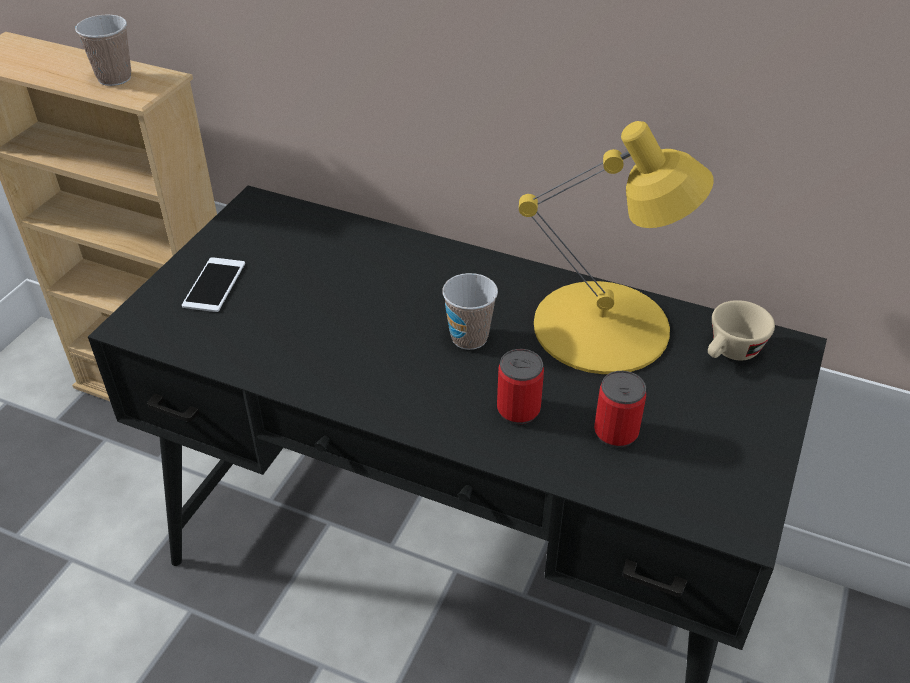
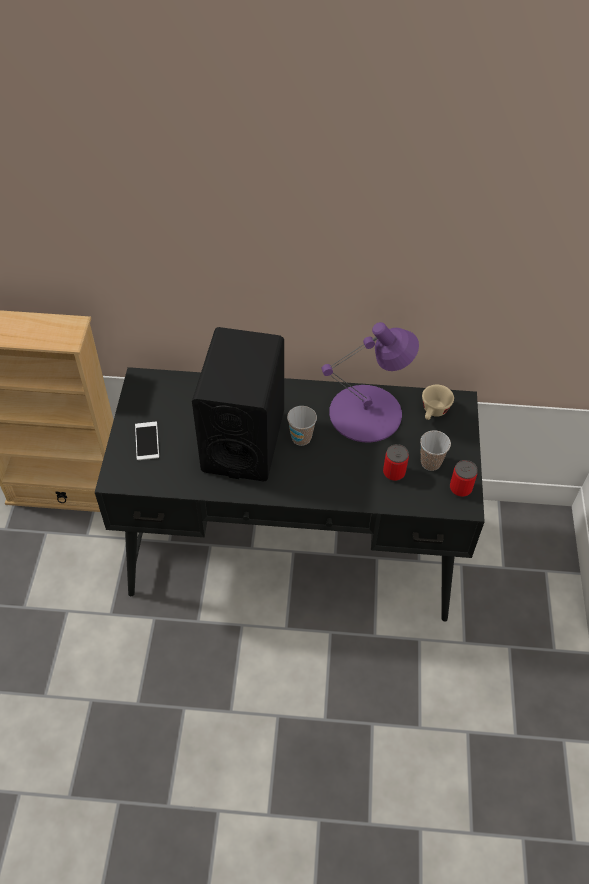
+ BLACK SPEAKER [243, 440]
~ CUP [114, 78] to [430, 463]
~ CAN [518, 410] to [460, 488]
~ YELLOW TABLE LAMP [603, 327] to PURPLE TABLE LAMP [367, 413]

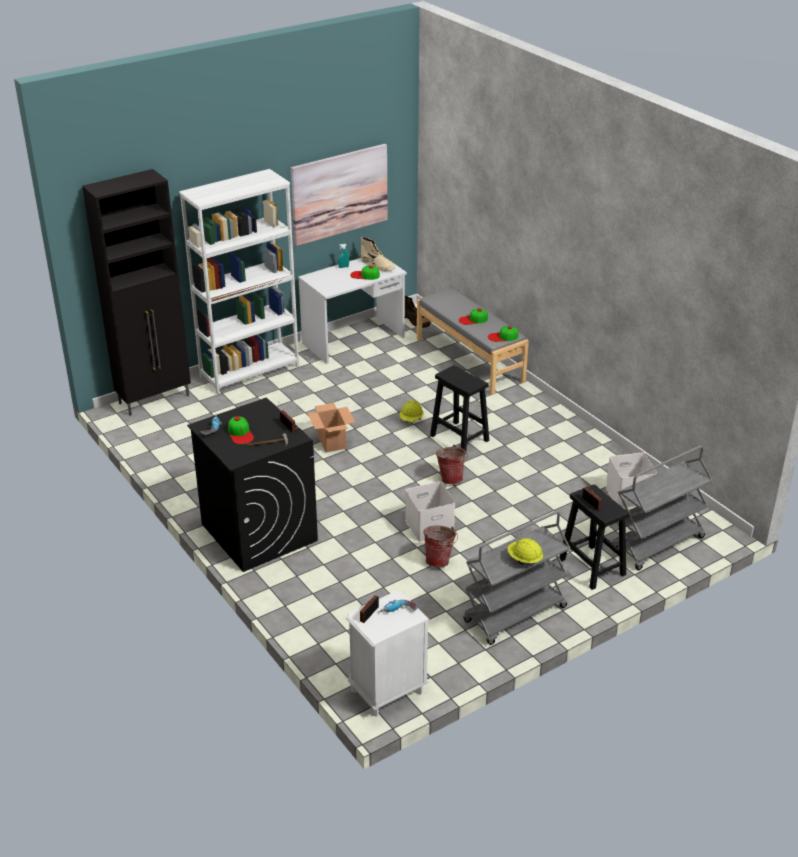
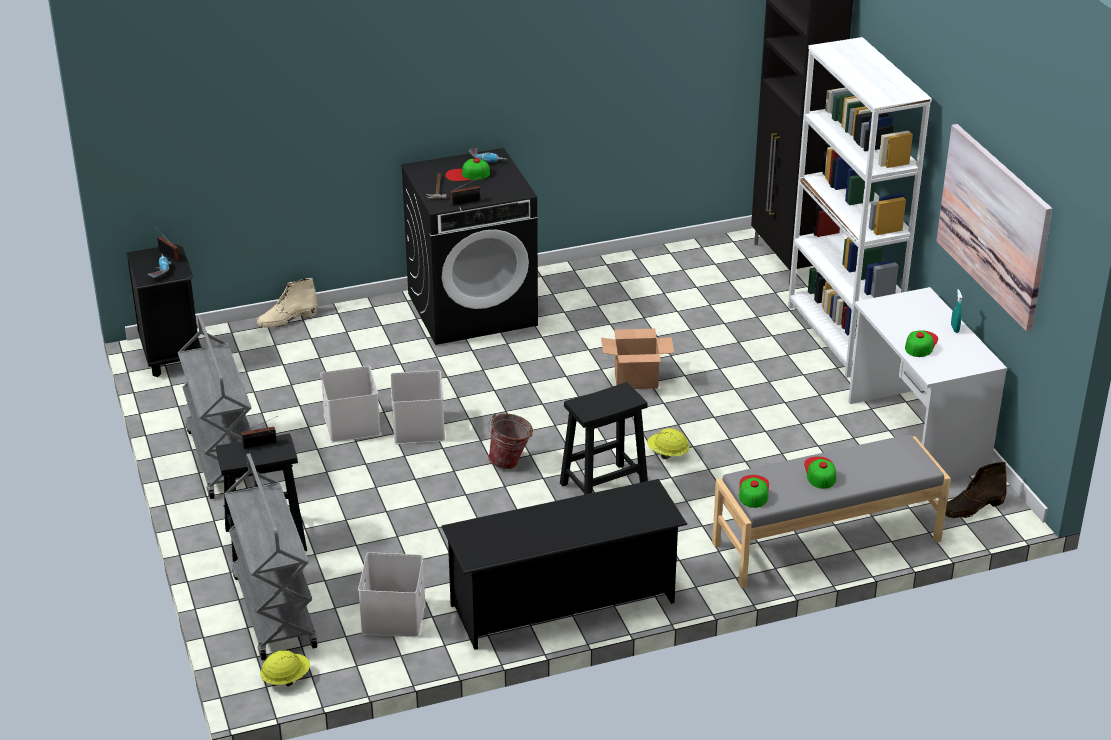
+ BLACK SHOE RACK [564, 603]
~ BEIGE BOOT [377, 265] to [287, 319]
~ YELLOW HARD HAT [524, 559] to [286, 678]
~ BUCKET [439, 560] to WHITE STORAGE BOX [350, 424]
~ WHITE NIGHTSTAND [386, 691] to BLACK NIGHTSTAND [172, 356]

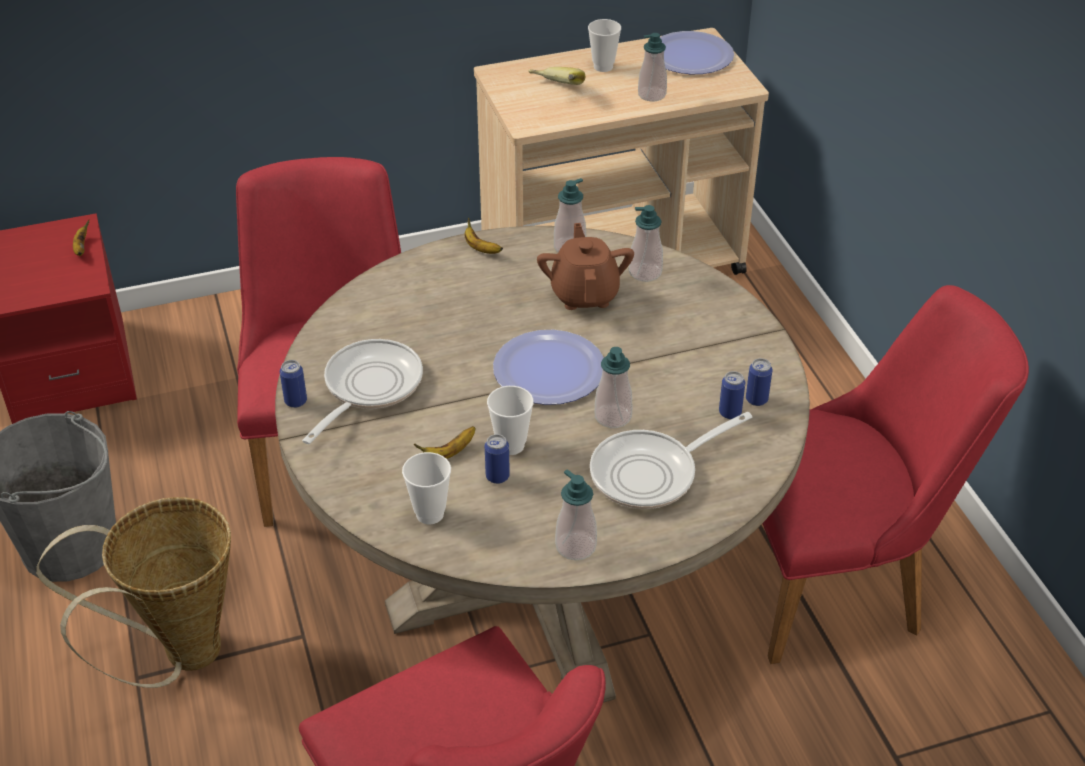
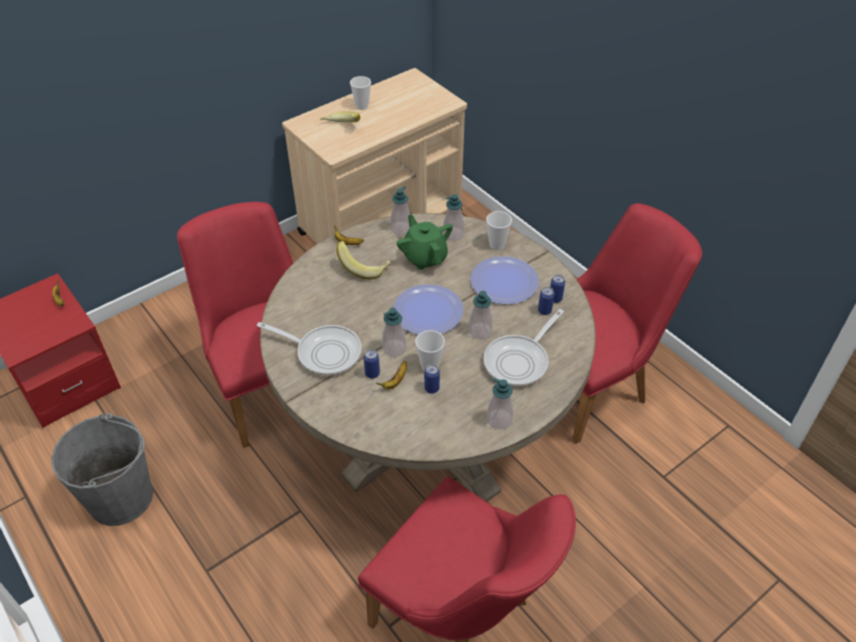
- BASKET [179, 656]
+ BANANA [364, 268]
~ CAN [295, 401] to [372, 373]
~ CUP [430, 514] to [497, 245]
~ SOAP DISPENSER [652, 95] to [394, 348]
~ PLATE [691, 55] to [504, 281]
~ BROWN TEAPOT [584, 294] to GREEN TEAPOT [425, 257]
~ FRYING PAN [368, 388] = [324, 352] 105 degrees clockwise

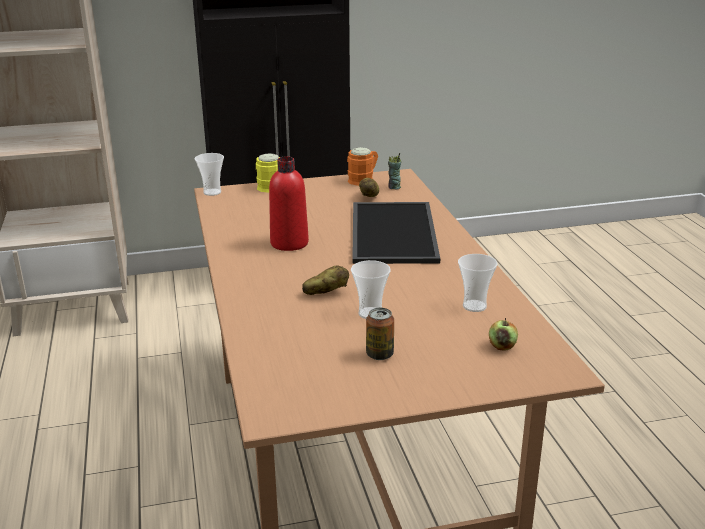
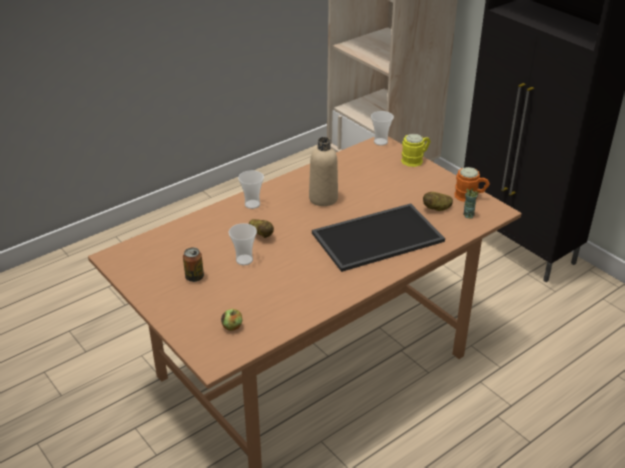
~ CUP [474, 306] to [252, 204]
~ RED BOTTLE [289, 243] to BEIGE BOTTLE [323, 198]

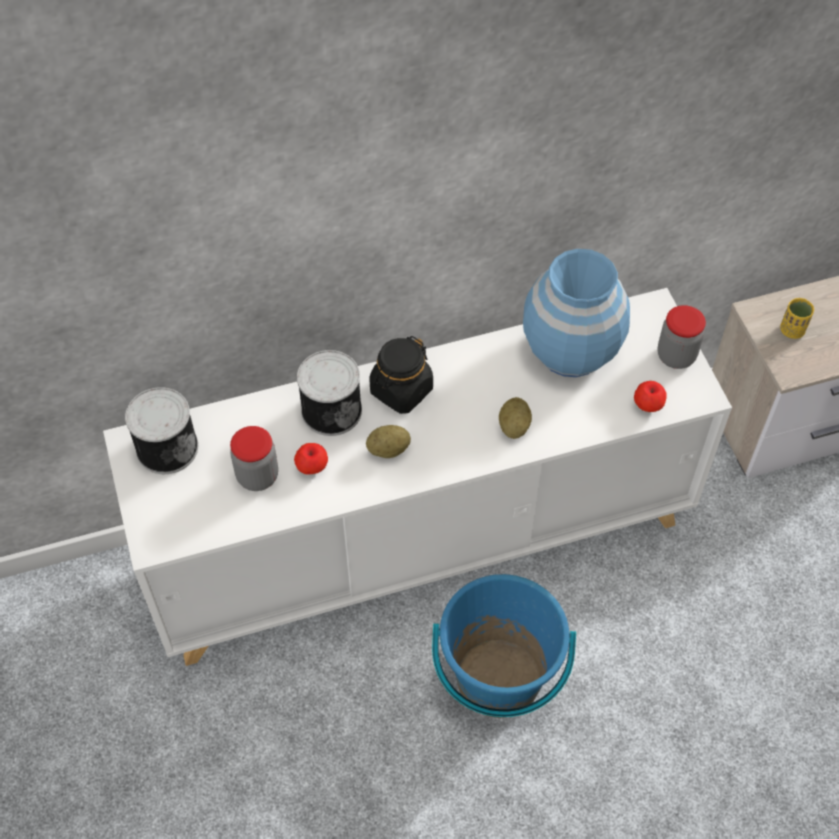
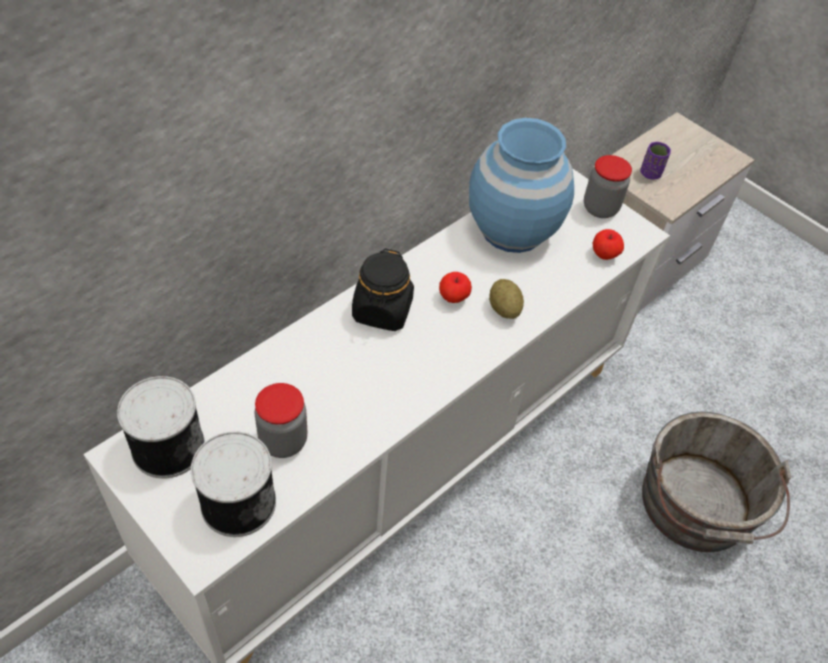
- POTATO [388, 450]
- BLUE BUCKET [498, 680]
+ GREY BUCKET [696, 508]
~ APPLE [312, 467] to [453, 298]
~ CAN [331, 409] to [237, 501]
~ YELLOW CUP [792, 330] to PURPLE CUP [650, 174]

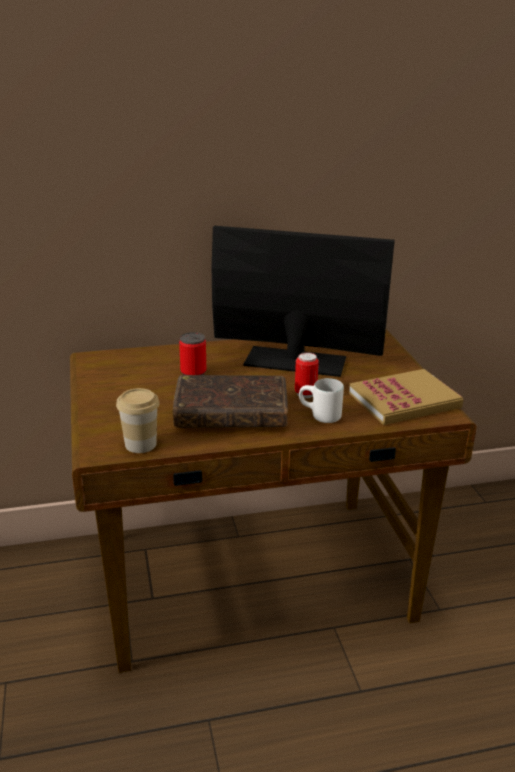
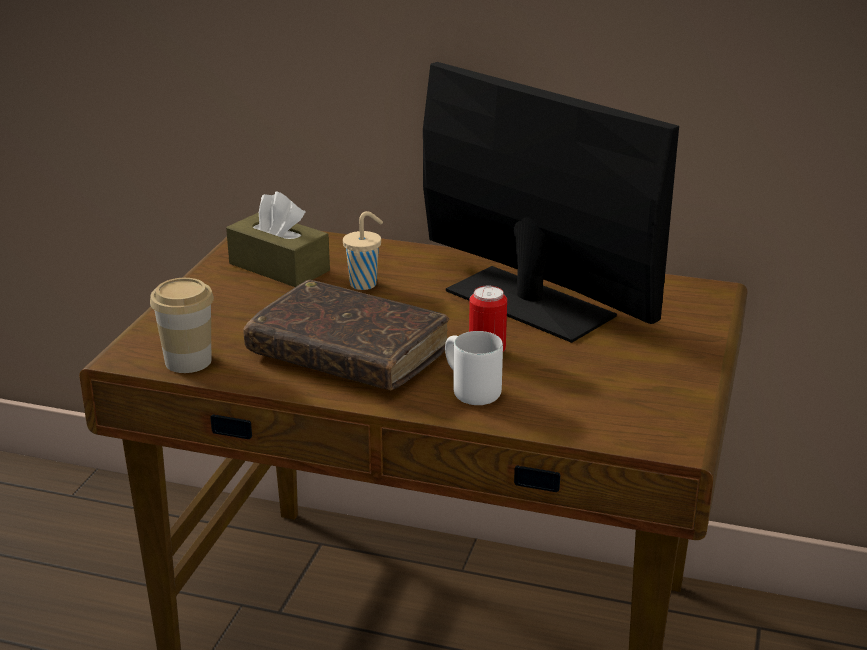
- BOOK [404, 401]
+ BROWN TISSUE BOX [279, 267]
~ CAN [193, 372] to BEIGE CUP [365, 284]

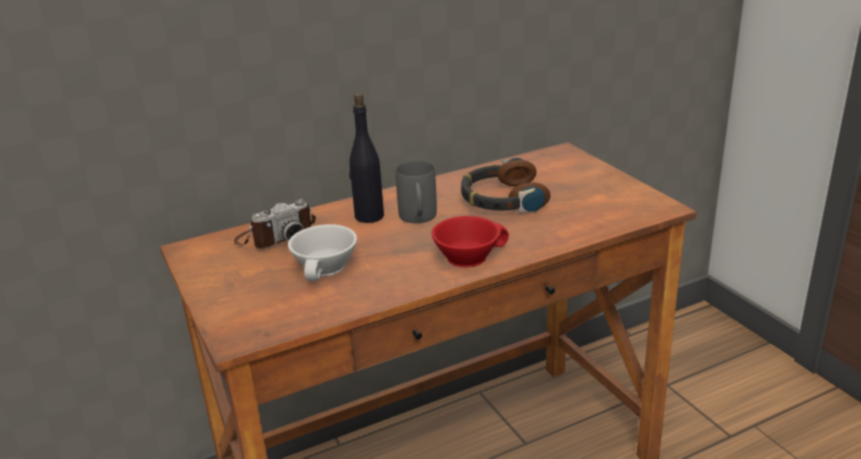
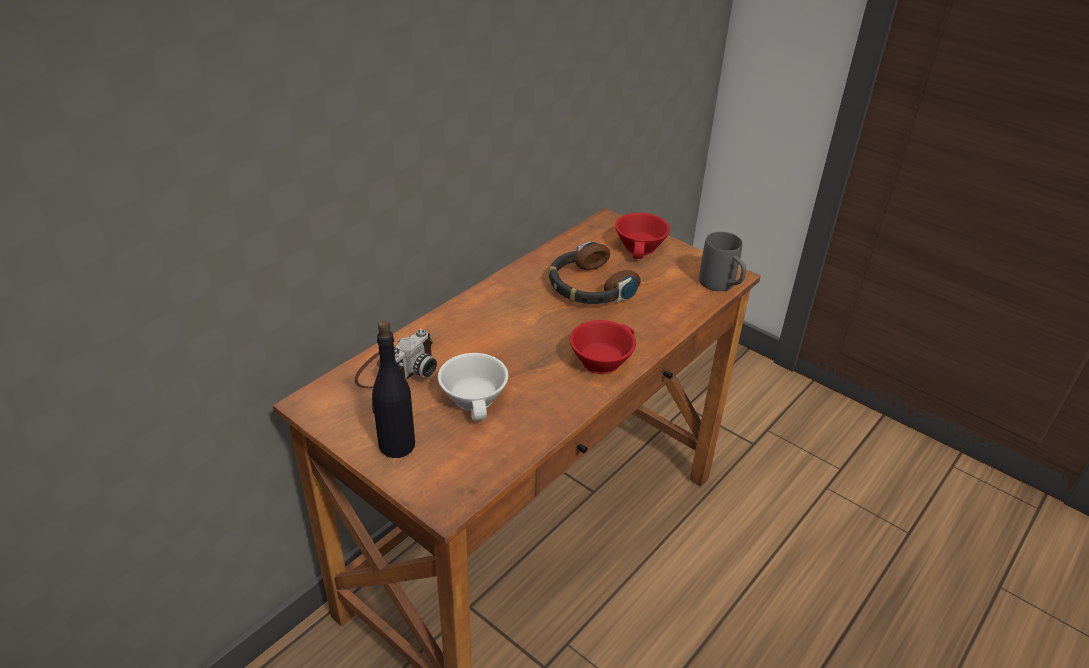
+ RED CUP [642, 247]
~ BLACK BOTTLE [369, 216] to [396, 445]
~ GREY MUG [418, 219] to [722, 286]

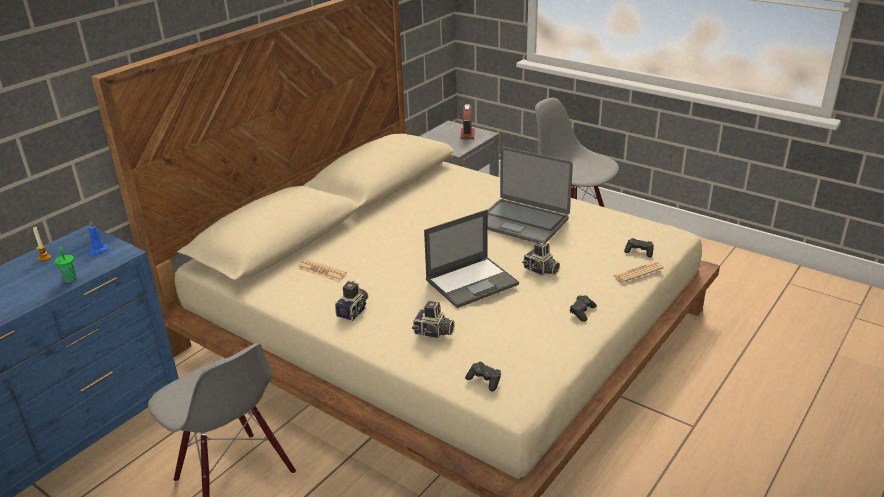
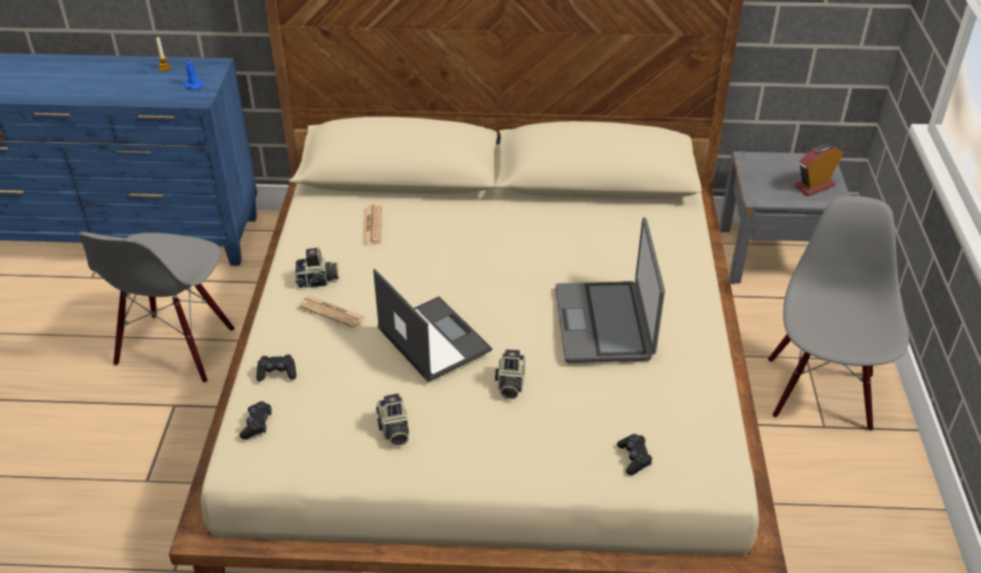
- GREEN CUP [70, 279]
~ PHOTO CAMERA [433, 333] to [393, 430]
~ BLACK GAME CONTROLLER [582, 312] to [277, 372]
~ NEWSPAPER [638, 272] to [332, 312]
~ LAPTOP [472, 282] = [432, 338] 150 degrees counterclockwise

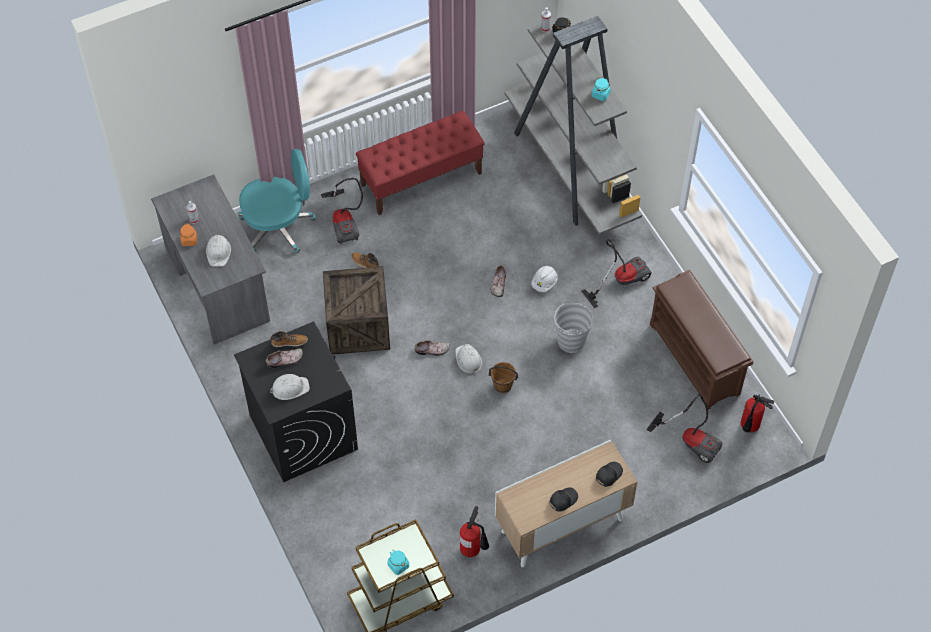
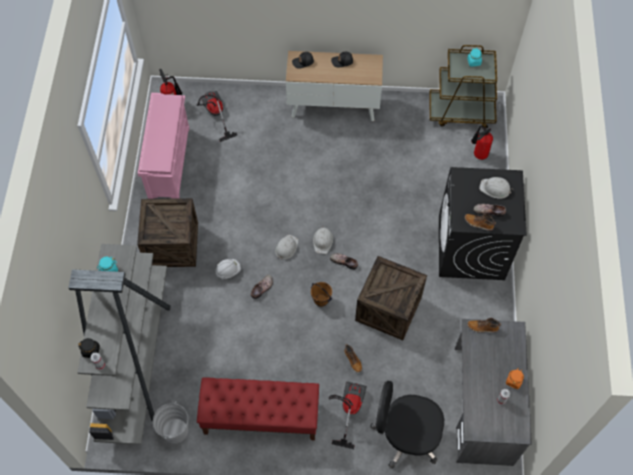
+ BOOT [482, 327]
~ WHITE HARD HAT [218, 252] to [286, 247]
~ FIRE EXTINGUISHER [473, 549] to [478, 153]
~ BROWN BUCKET [503, 385] to [321, 300]
~ GREY BUCKET [570, 341] to [176, 431]
~ VACUUM CLEANER [620, 280] to CRATE [172, 244]
~ TURQUOISE OFFICE CHAIR [279, 227] to BLACK OFFICE CHAIR [406, 435]
~ BROWN SHOE RACK [695, 359] to PINK SHOE RACK [169, 162]

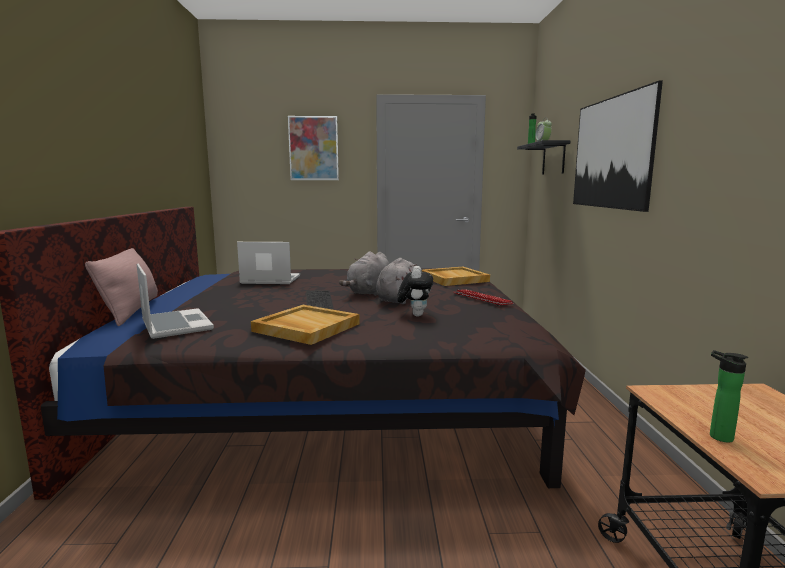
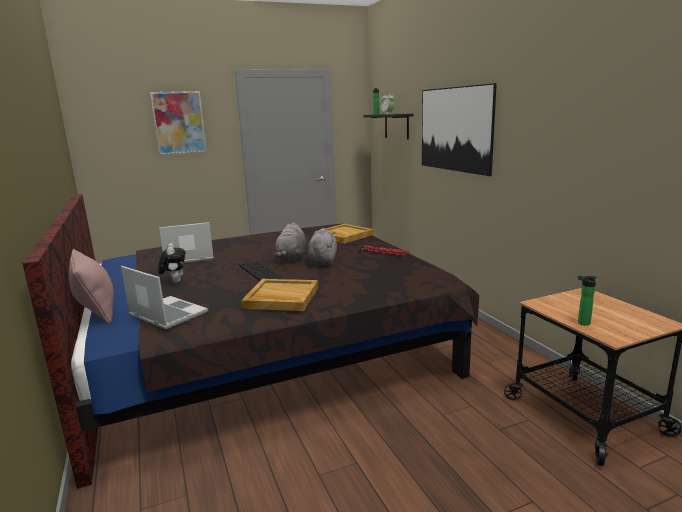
~ PLUSH TOY [415, 315] to [175, 281]

